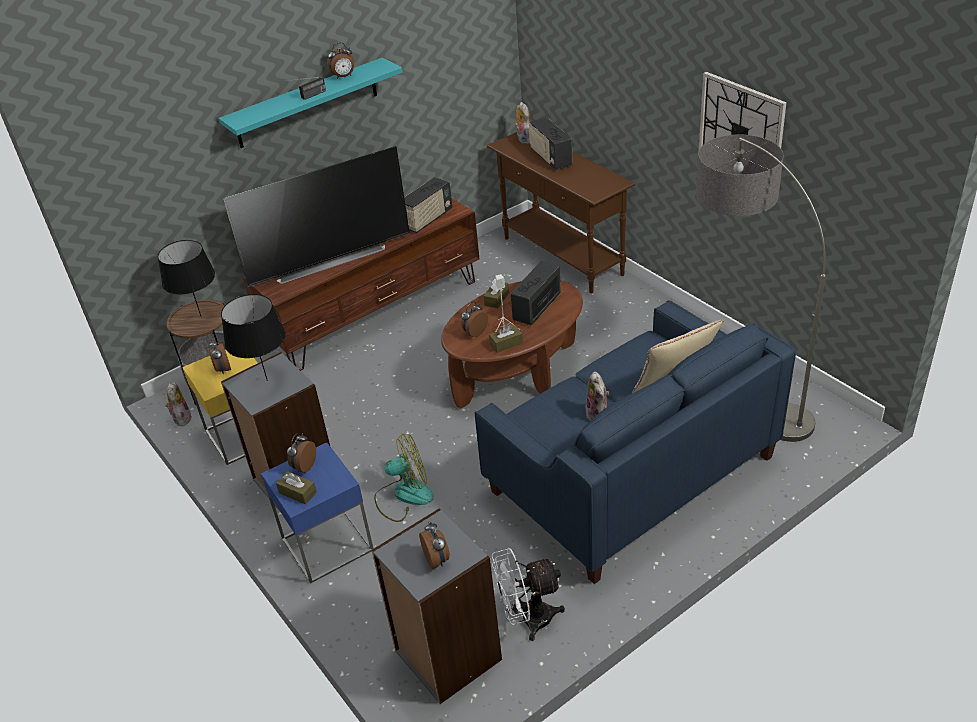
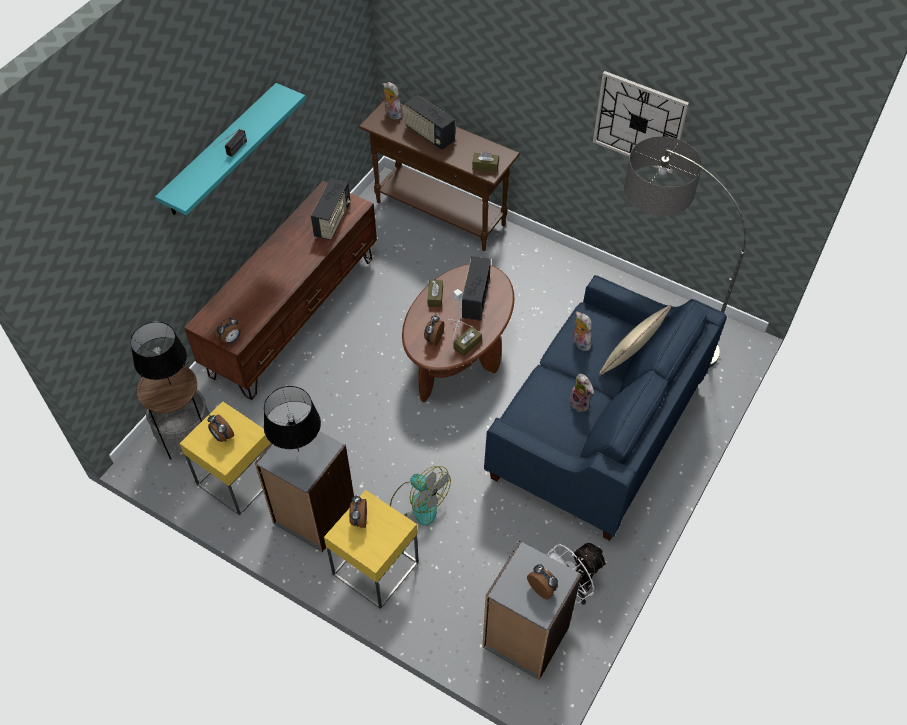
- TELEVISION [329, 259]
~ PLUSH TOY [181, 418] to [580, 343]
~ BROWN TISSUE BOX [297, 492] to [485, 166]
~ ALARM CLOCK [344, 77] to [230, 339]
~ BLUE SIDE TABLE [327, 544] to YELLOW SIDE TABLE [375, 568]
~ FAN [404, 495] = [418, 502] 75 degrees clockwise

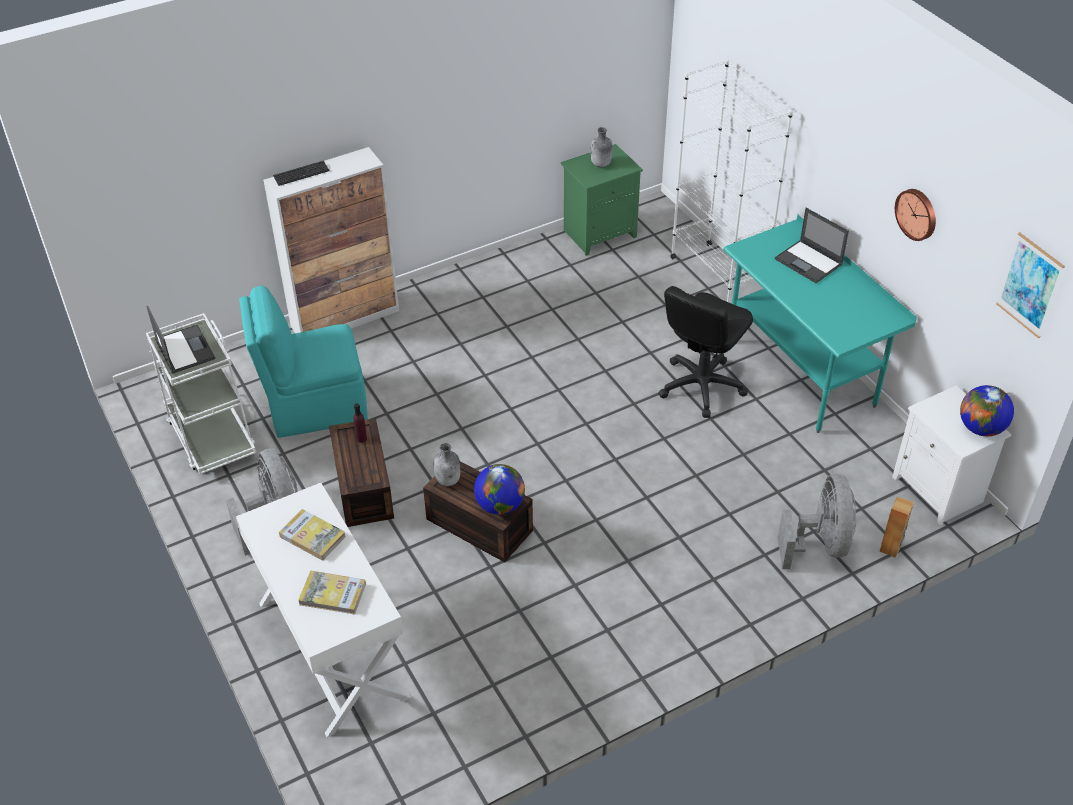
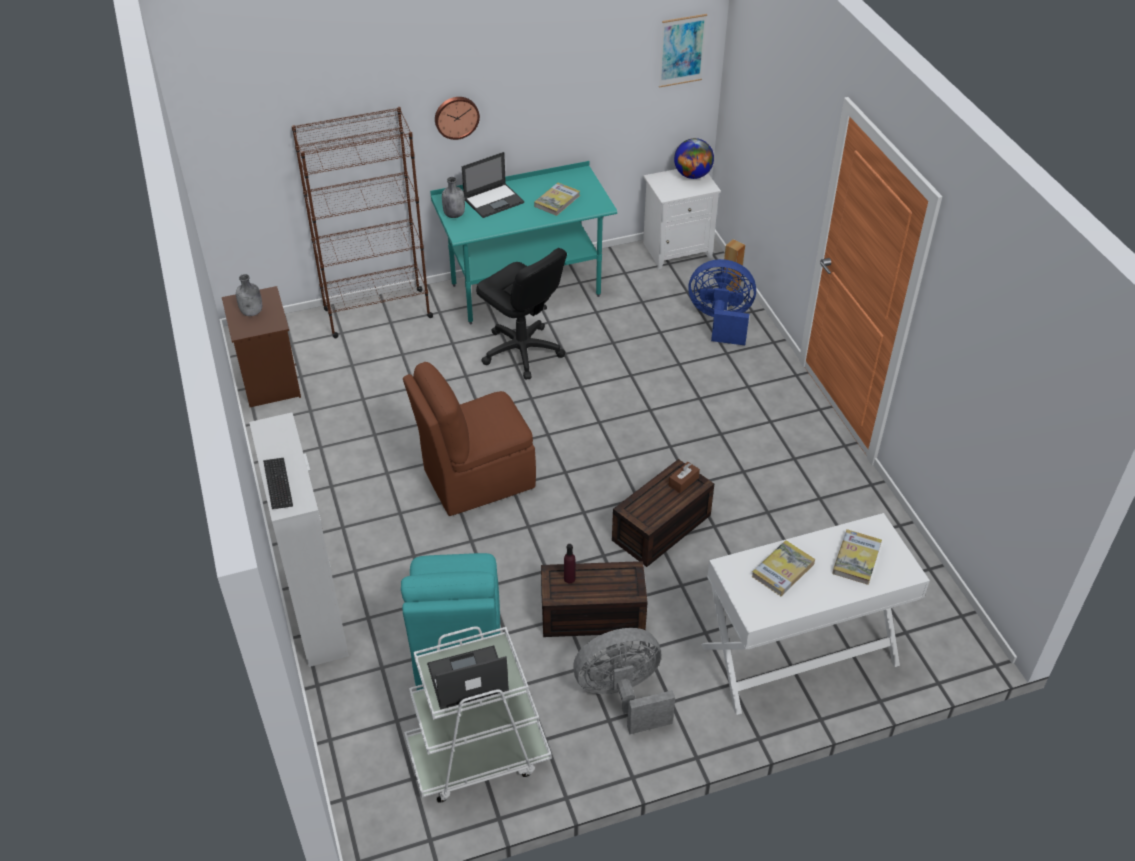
+ BROWN CHAIR [476, 479]
+ BOOK [557, 201]
~ GREY BOTTLE [448, 480] to [454, 214]
~ WALL CLOCK [917, 214] to [456, 116]
~ GLOBE [500, 505] to BROWN TISSUE BOX [683, 481]
~ GREEN NIGHTSTAND [599, 233] to BROWN NIGHTSTAND [269, 381]
~ WHITE BOOKCASE [717, 277] to BROWN BOOKCASE [377, 313]
~ GREY FAN [820, 544] to BLUE FAN [720, 321]

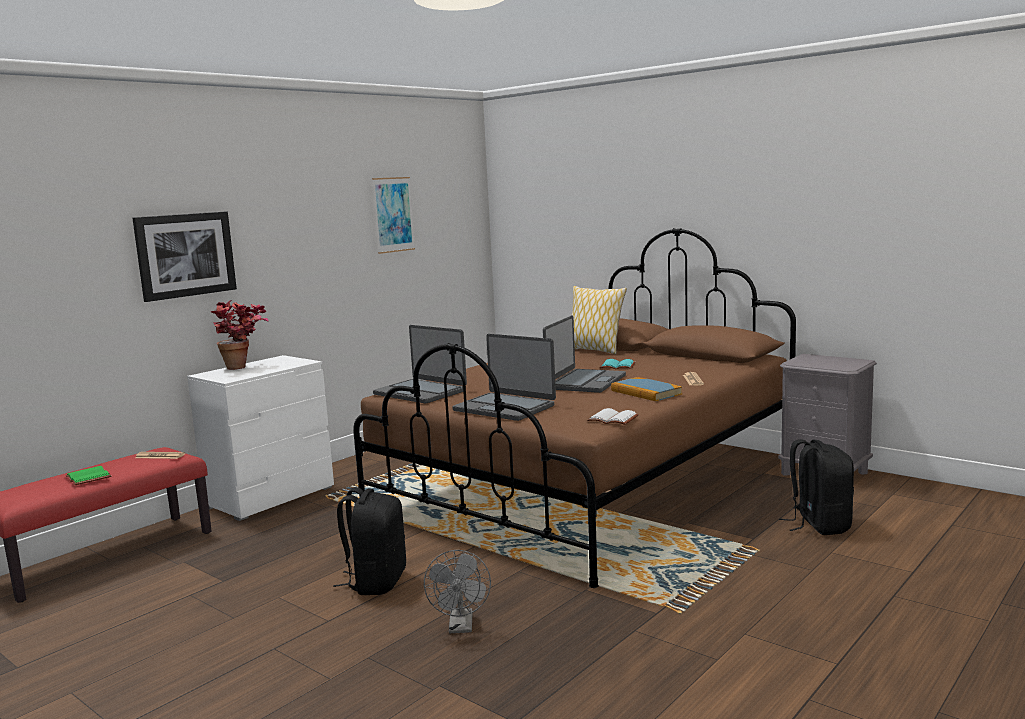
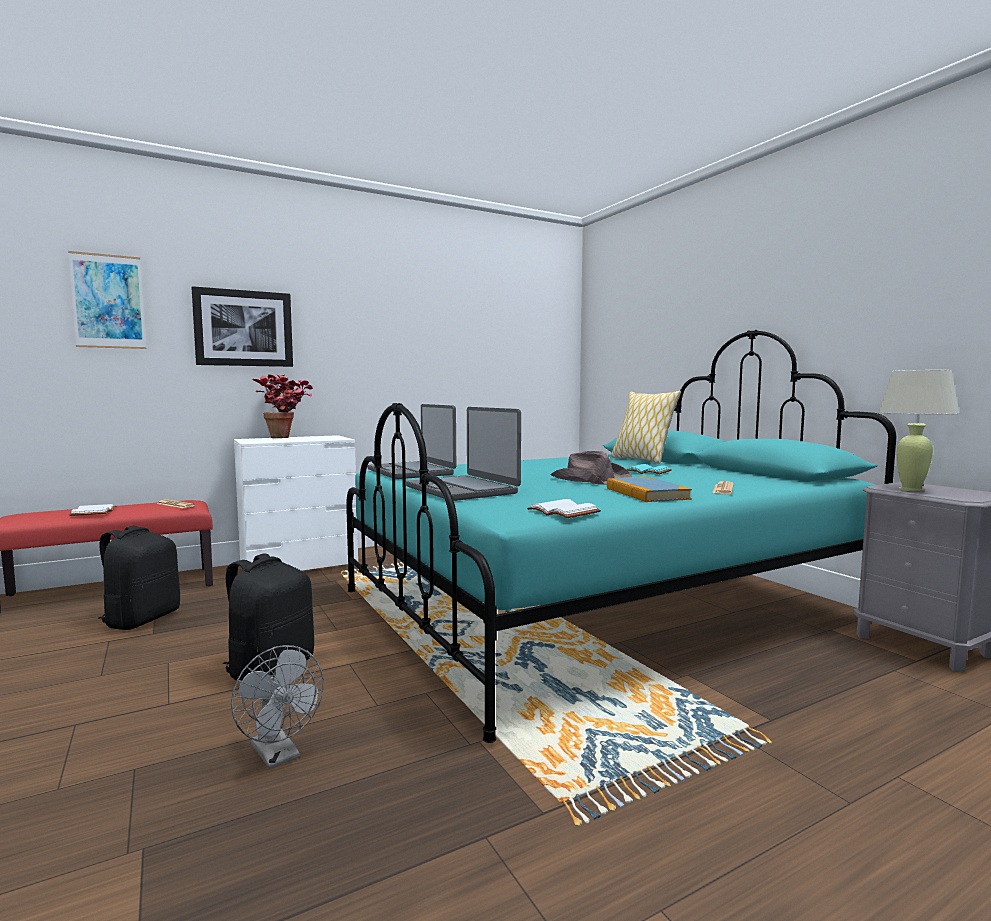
+ BEIGE TABLE LAMP [910, 489]
~ PICTURE [393, 214] to [108, 301]
~ BLACK BACKPACK [818, 525] to [142, 619]
~ LAPTOP [585, 382] to BROWN HAT [589, 480]
~ GREEN BOOK [90, 477] to WHITE BOOK [95, 512]
~ BROWN BED [589, 485] to TURQUOISE BED [600, 605]
~ GREY FAN [461, 627] = [279, 755] 60 degrees counterclockwise

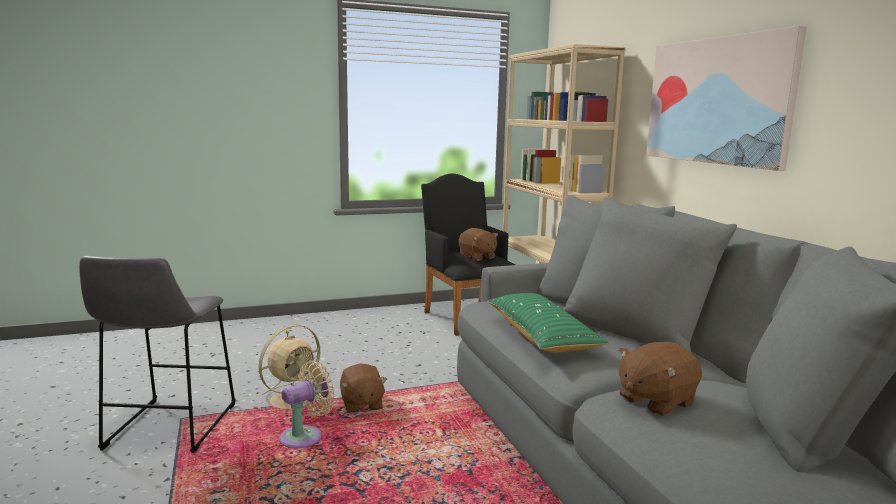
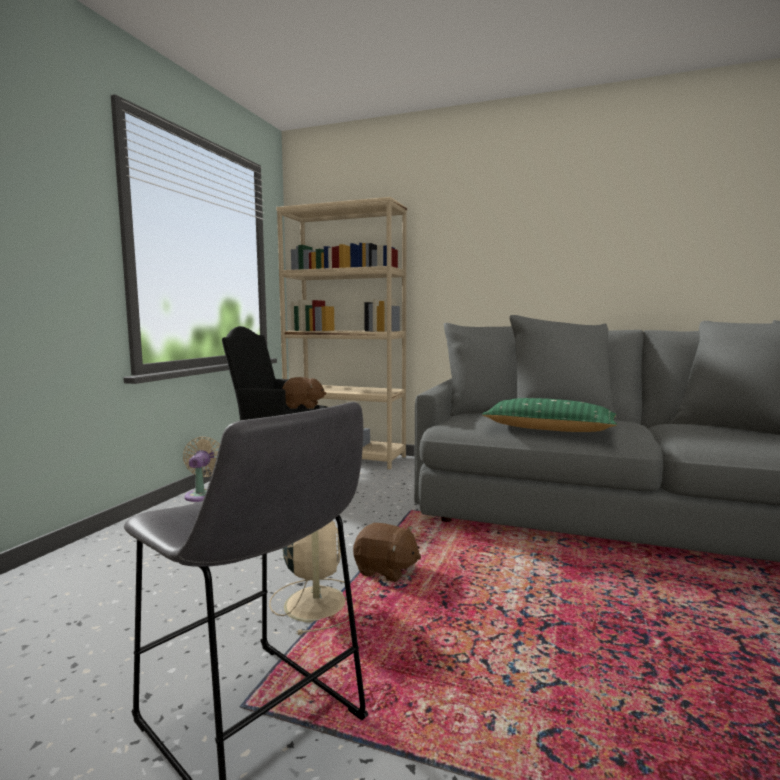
- BROWN PLUSH TOY [655, 401]
- PICTURE [717, 101]
~ BEIGE FAN [305, 436] to [202, 494]

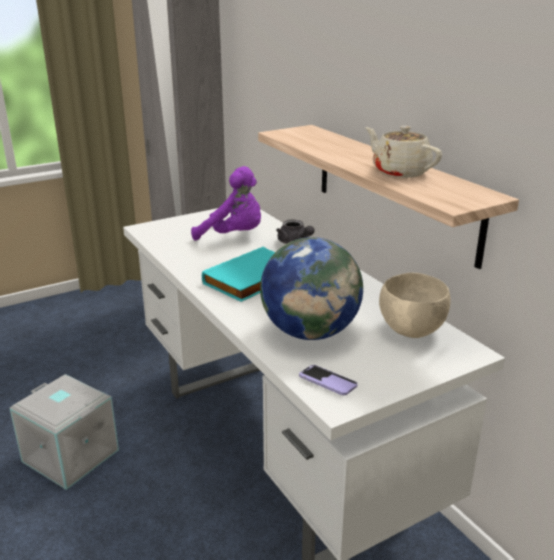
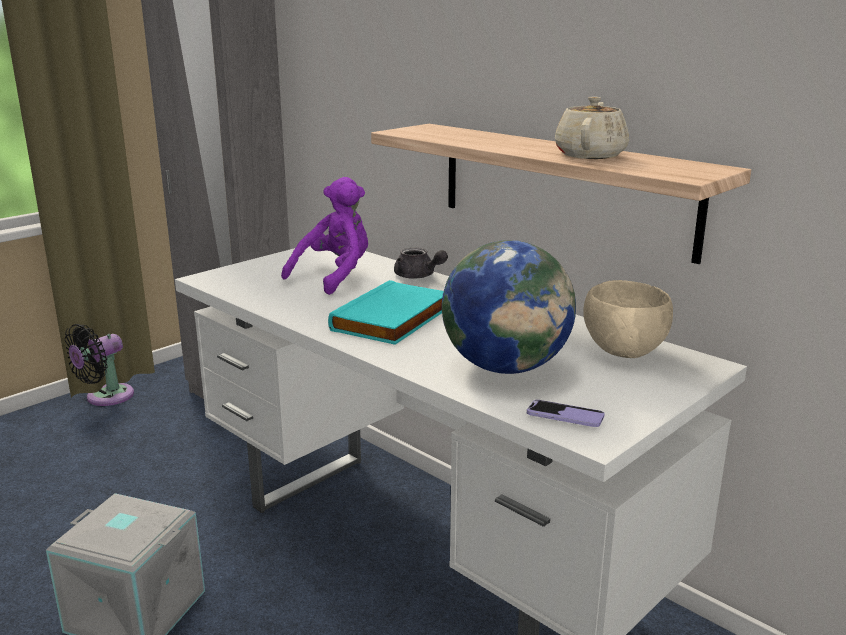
+ BLACK FAN [105, 397]
~ PURPLE PLUSH TOY [234, 236] = [335, 276] 60 degrees counterclockwise
~ BEIGE TEAPOT [400, 172] = [590, 155] 75 degrees clockwise

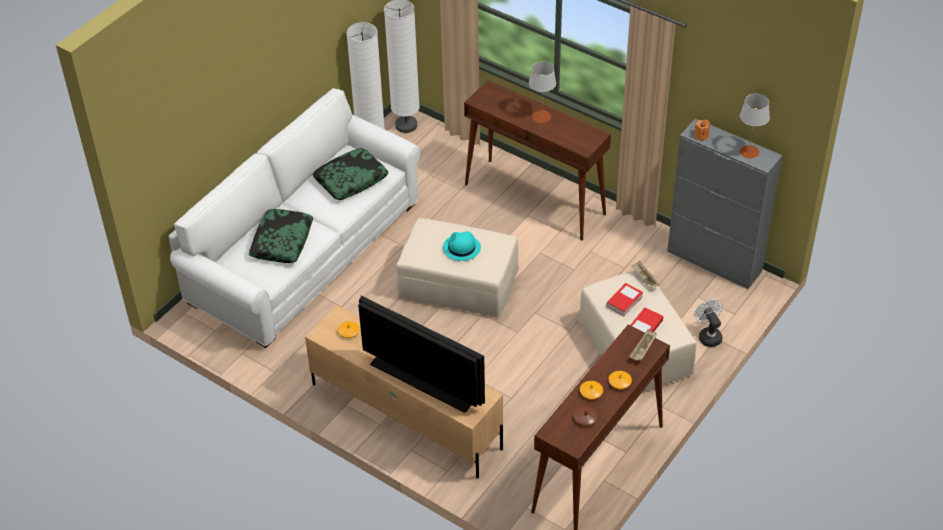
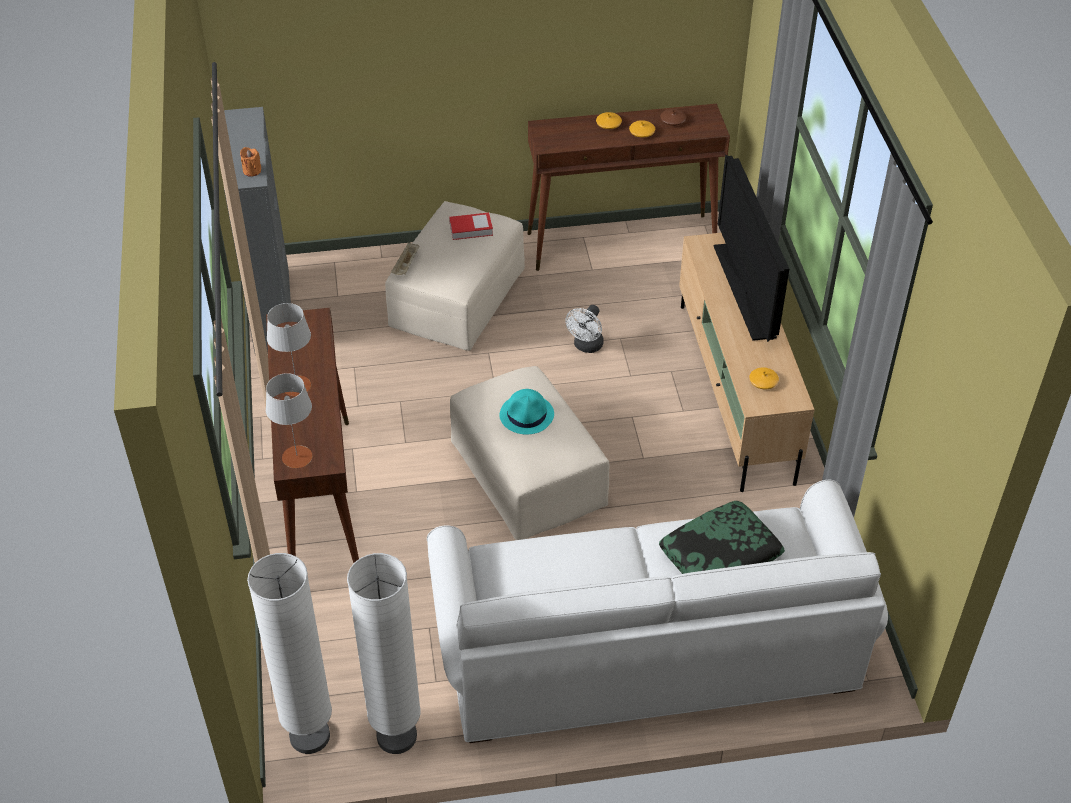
- PILLOW [351, 179]
- BOOK [624, 301]
- BEIGE TRAY [642, 350]
~ WHITE FAN [708, 335] to [586, 346]
~ GREY TABLE LAMP [749, 152] to [297, 457]

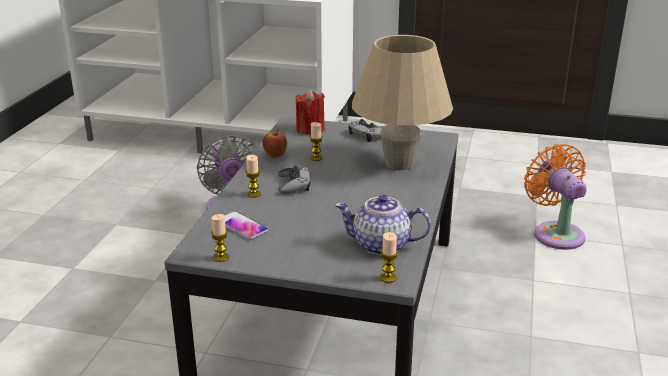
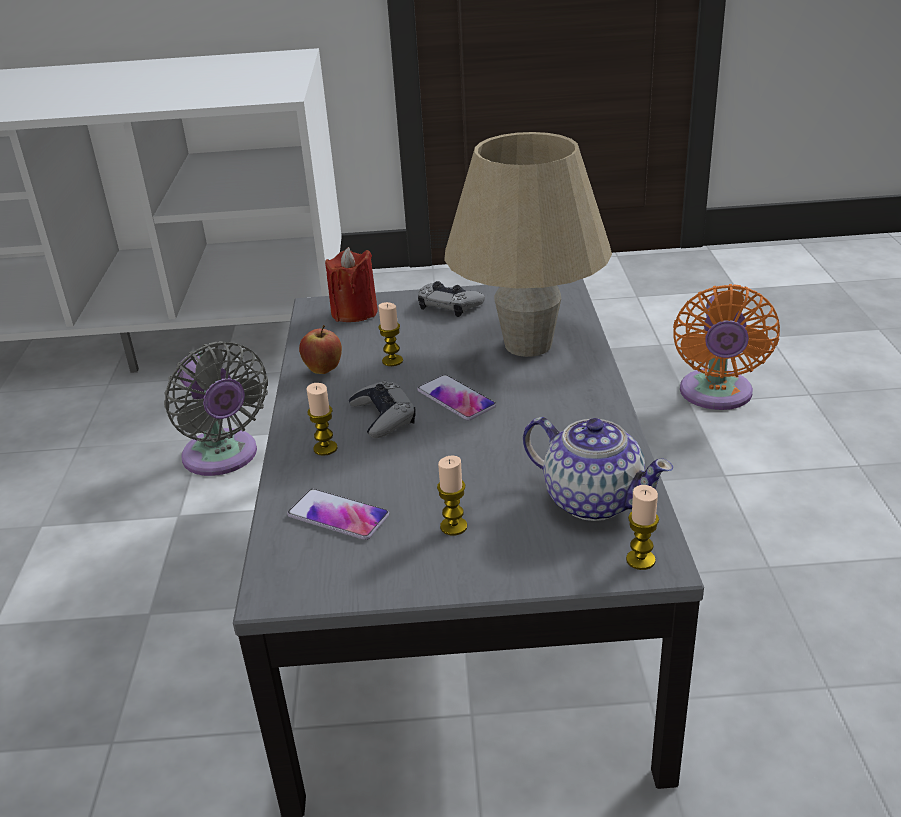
+ PHONE [456, 399]
~ CANDLE [221, 257] to [453, 526]
~ TEAPOT [382, 245] = [592, 499] 135 degrees counterclockwise
~ ORANGE FAN [556, 233] = [715, 395] 135 degrees counterclockwise

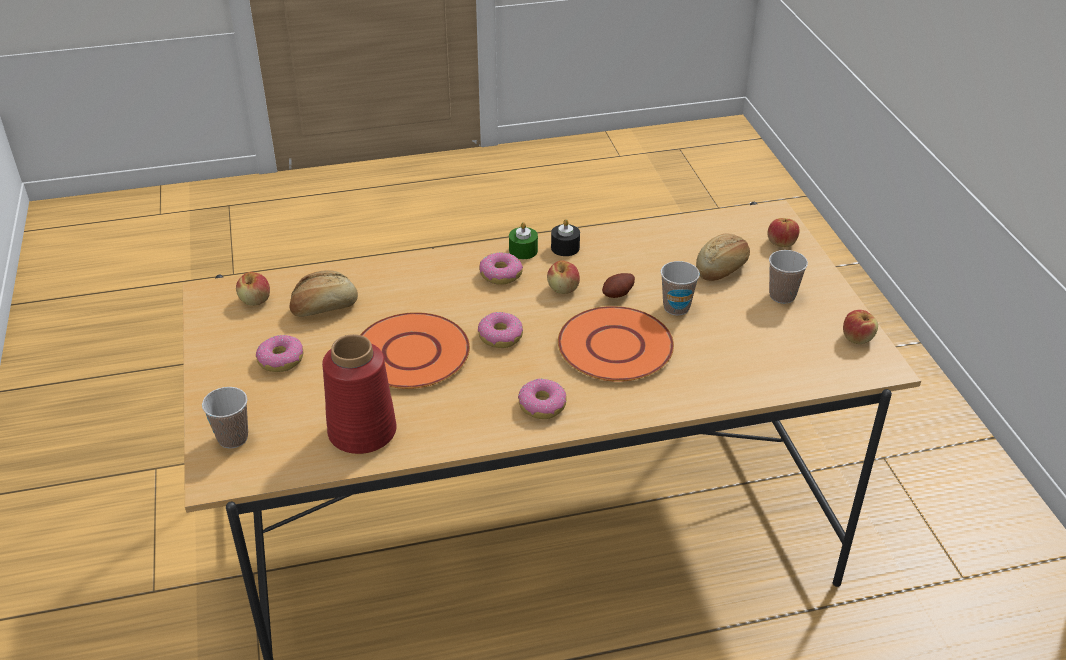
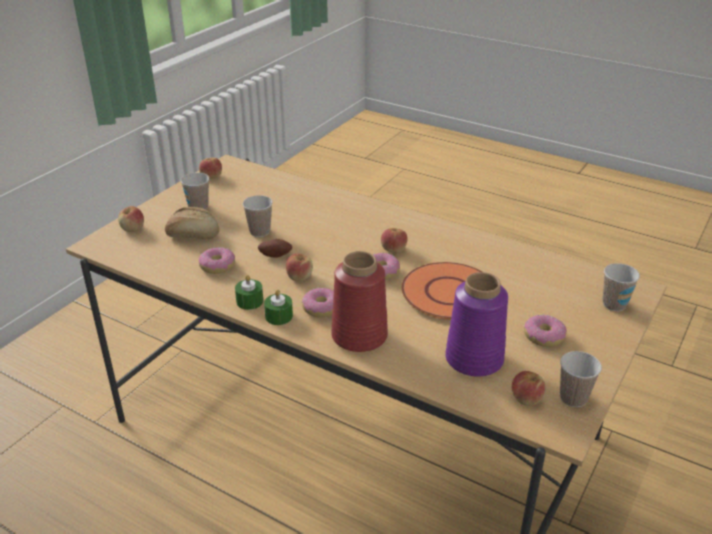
- ORANGE PLATE [615, 347]
+ APPLE [393, 249]
+ CUP [573, 398]
~ RED VASE [363, 432] to [359, 335]
~ DONUT [542, 405] to [217, 266]
~ BREAD [324, 307] to PURPLE VASE [475, 359]
~ BLACK CANDLE [565, 247] to GREEN CANDLE [249, 301]

